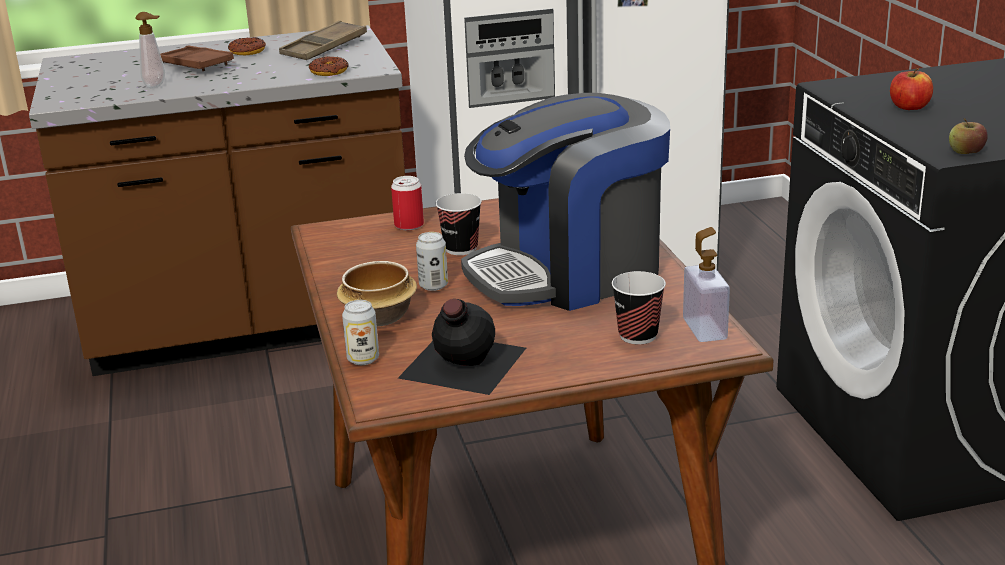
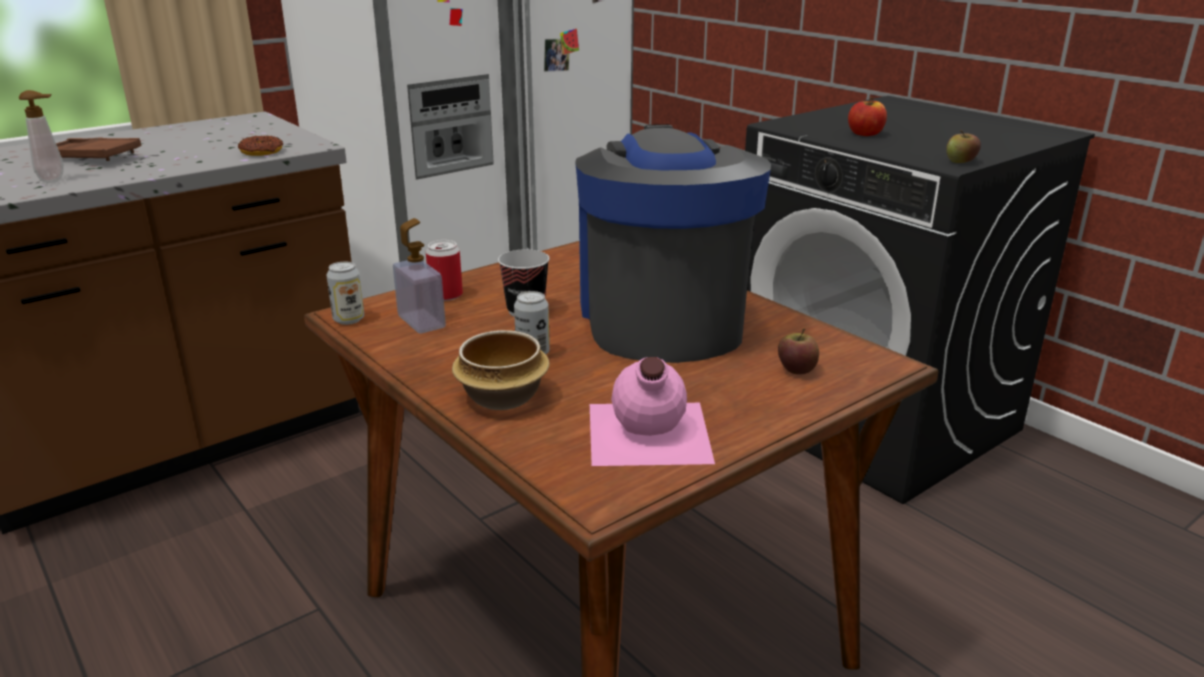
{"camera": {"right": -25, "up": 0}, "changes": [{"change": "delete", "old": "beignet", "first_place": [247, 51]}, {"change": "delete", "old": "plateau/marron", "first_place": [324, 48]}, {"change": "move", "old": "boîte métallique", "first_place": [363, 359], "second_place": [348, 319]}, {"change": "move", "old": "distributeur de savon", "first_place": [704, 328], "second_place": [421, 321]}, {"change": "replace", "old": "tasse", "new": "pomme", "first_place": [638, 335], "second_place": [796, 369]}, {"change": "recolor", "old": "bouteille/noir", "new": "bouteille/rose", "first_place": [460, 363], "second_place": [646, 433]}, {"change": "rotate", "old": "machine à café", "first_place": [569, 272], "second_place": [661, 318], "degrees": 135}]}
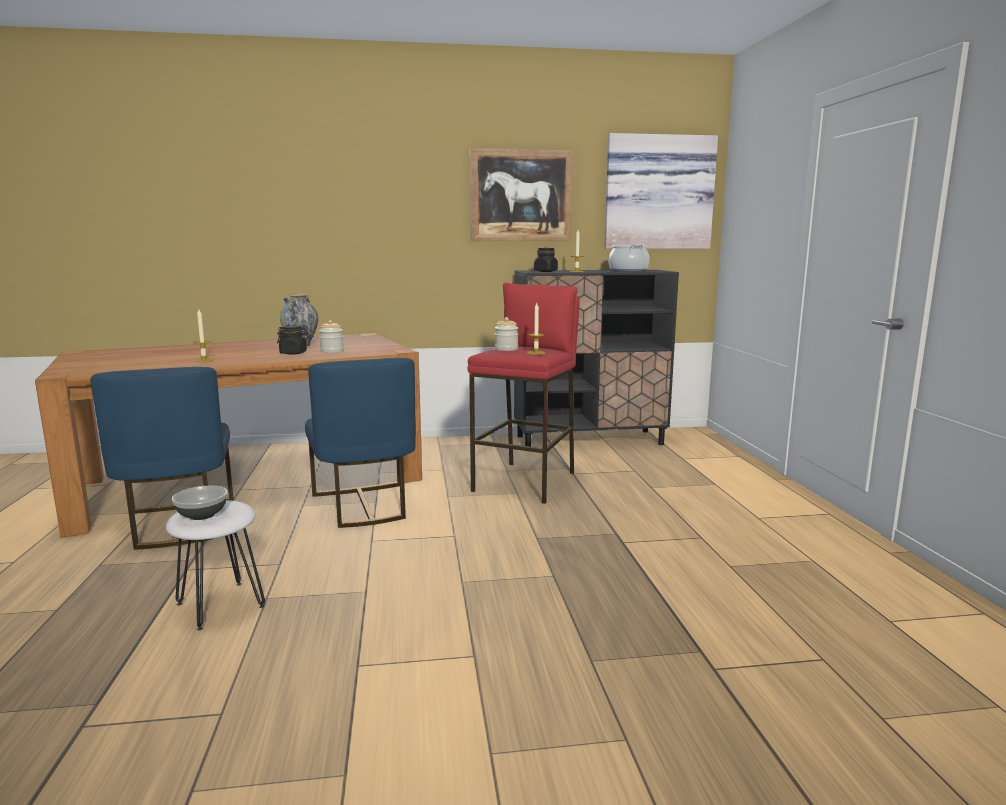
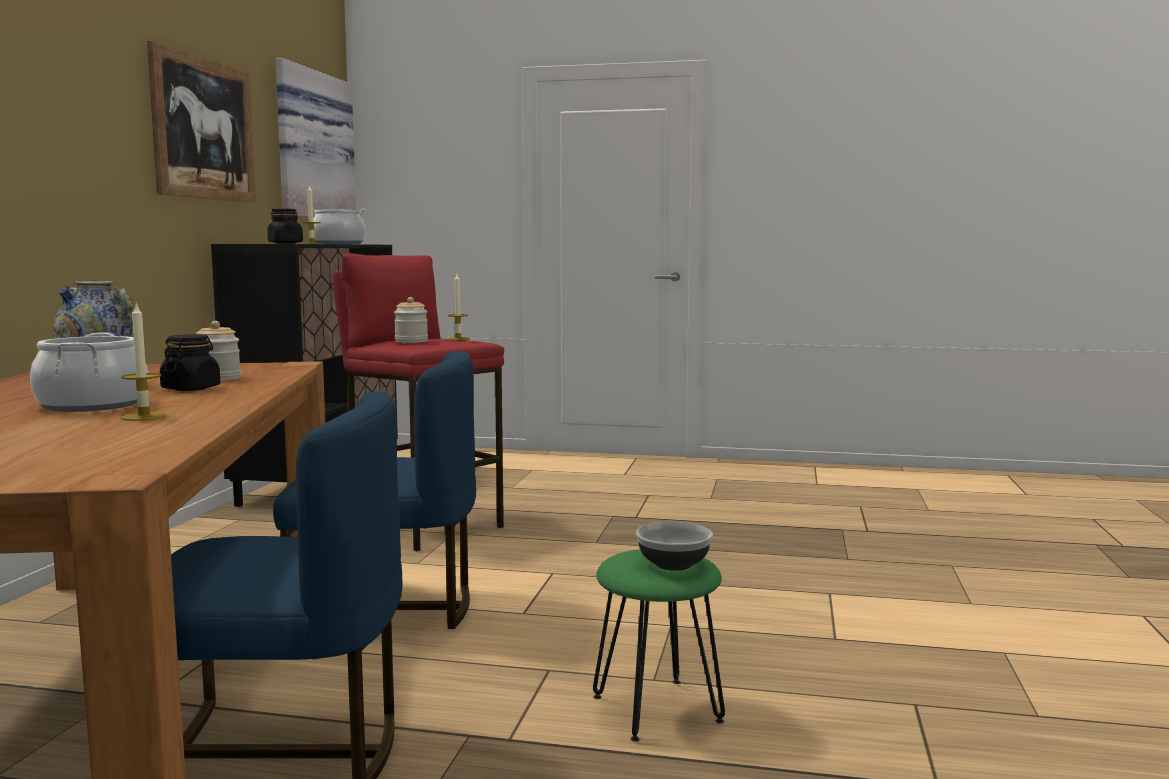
{"camera": {"right": -70, "up": -5}, "changes": [{"change": "insert", "new": "marmite", "second_place": [93, 405]}, {"change": "recolor", "old": "tabouret/blanc", "new": "tabouret/vert", "first_place": [221, 604], "second_place": [656, 708]}]}
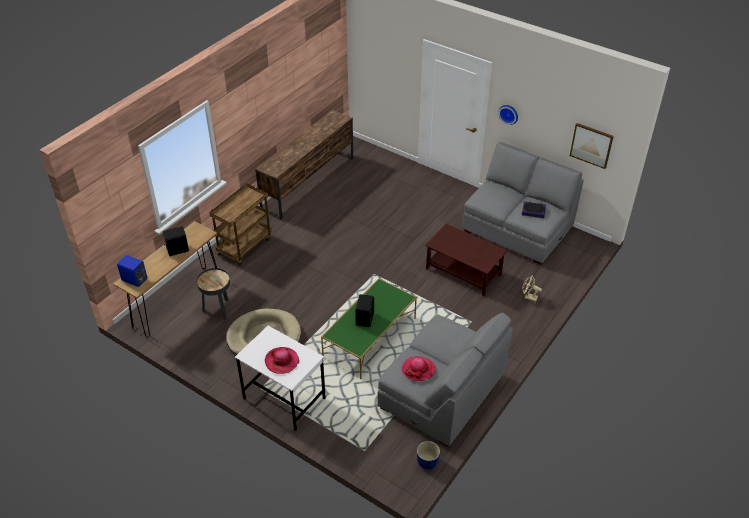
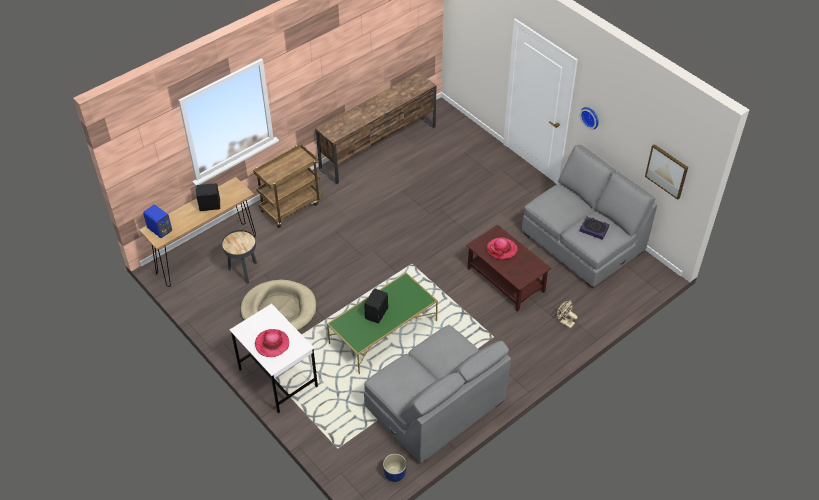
{"camera": {"right": 15, "up": 5}, "changes": [{"change": "move", "old": "chapeau", "first_place": [418, 369], "second_place": [502, 249]}]}
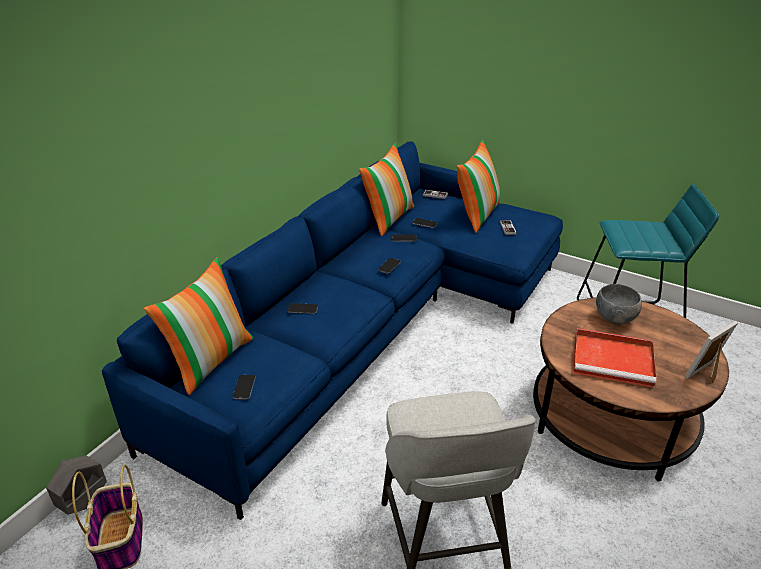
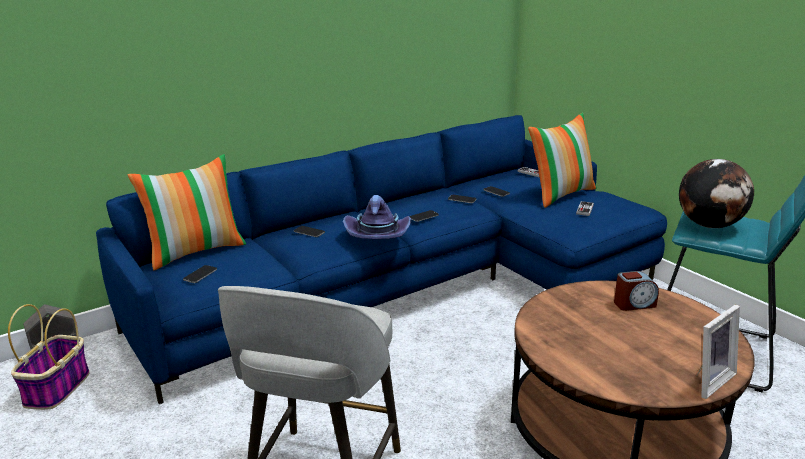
{"camera": {"right": 25, "up": -10}, "changes": [{"change": "delete", "old": "coussin", "first_place": [388, 218]}, {"change": "delete", "old": "plateau/rouge", "first_place": [614, 360]}, {"change": "insert", "new": "chapeau/violet", "second_place": [377, 236]}, {"change": "insert", "new": "globe", "second_place": [710, 225]}, {"change": "replace", "old": "bol/gris", "new": "réveil", "first_place": [614, 318], "second_place": [634, 304]}, {"change": "rotate", "old": "cadre photo", "first_place": [707, 374], "second_place": [707, 380], "degrees": 150}]}
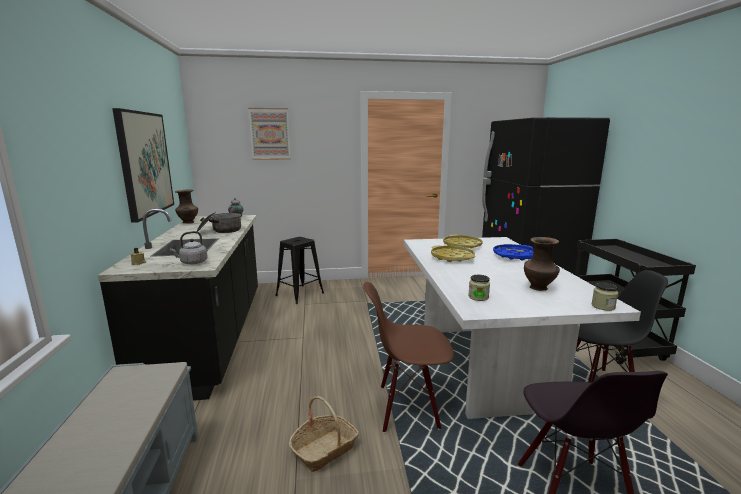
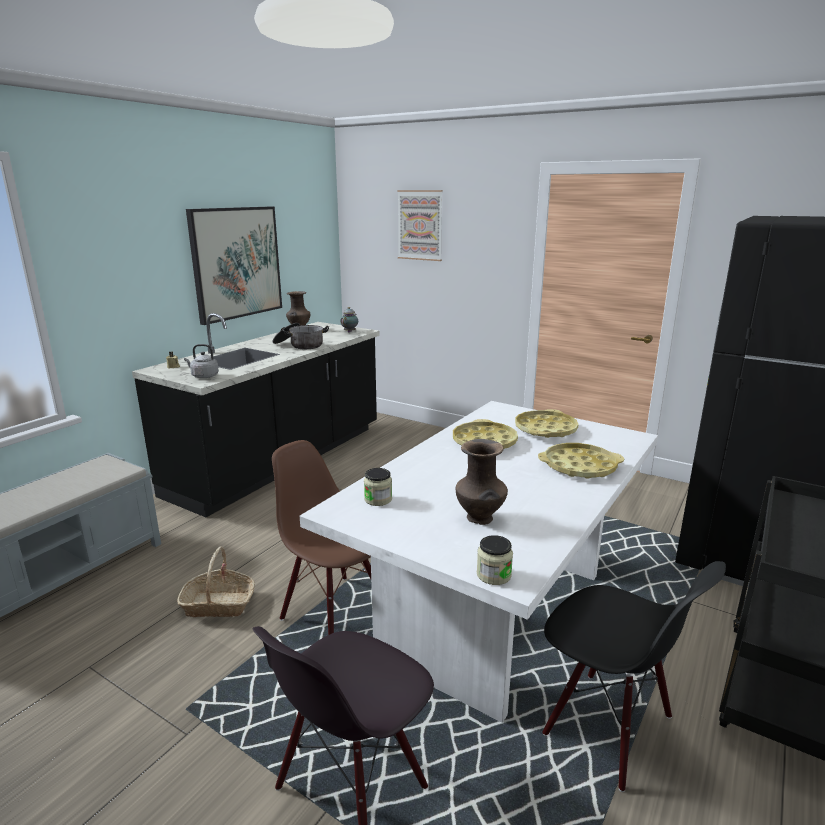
{"camera": {"right": 40, "up": 5}, "changes": [{"change": "delete", "old": "tabouret/noir", "first_place": [300, 294]}, {"change": "recolor", "old": "plateau/bleu", "new": "plateau/jaune", "first_place": [514, 256], "second_place": [579, 466]}]}
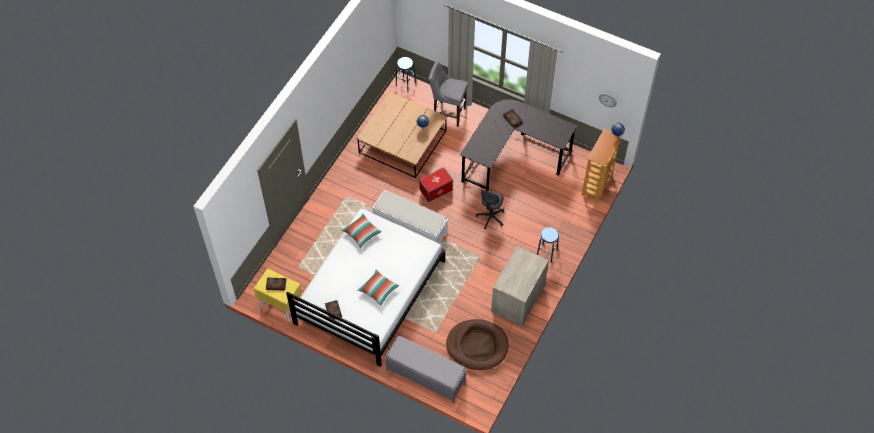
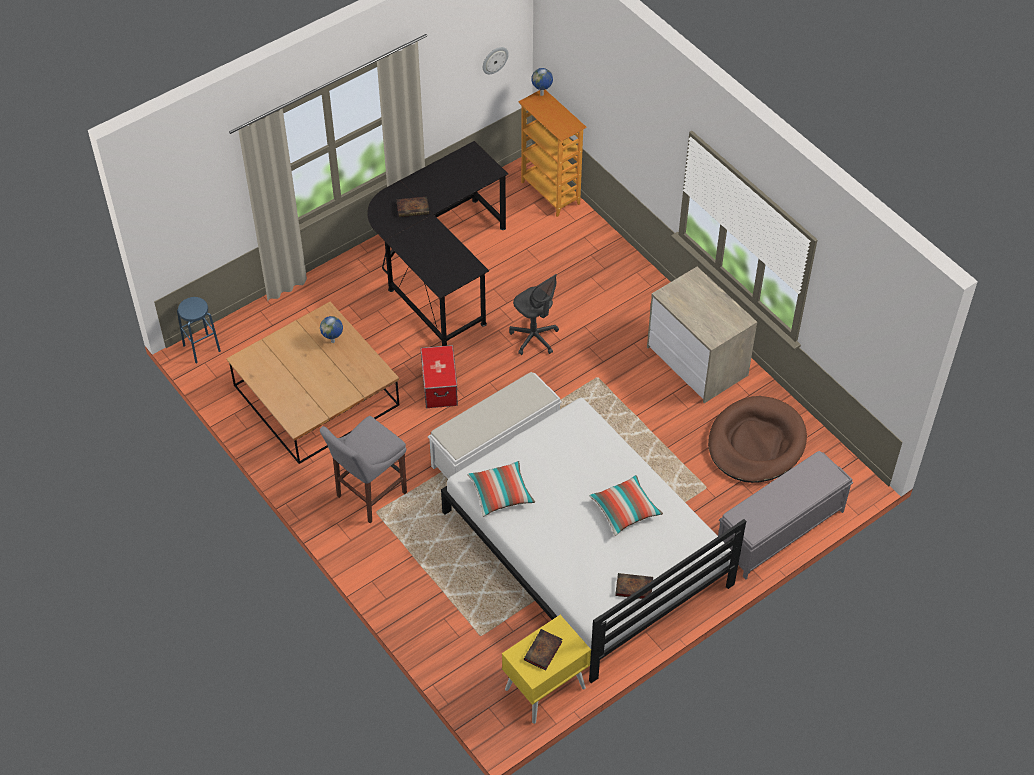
{"camera": {"right": -65, "up": -5}, "changes": [{"change": "delete", "old": "tabouret/bleu", "first_place": [547, 253]}, {"change": "move", "old": "tabouret/gris", "first_place": [447, 113], "second_place": [368, 496]}]}
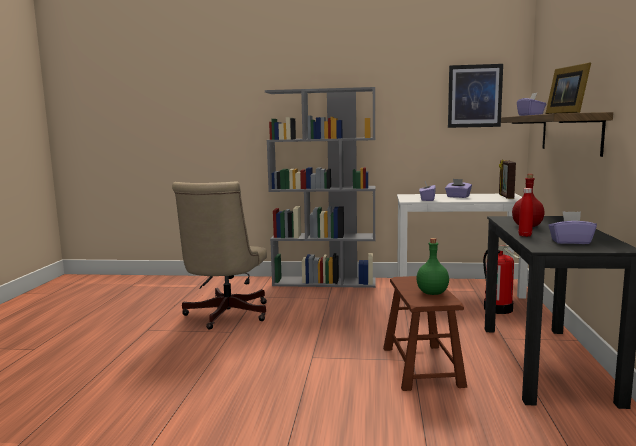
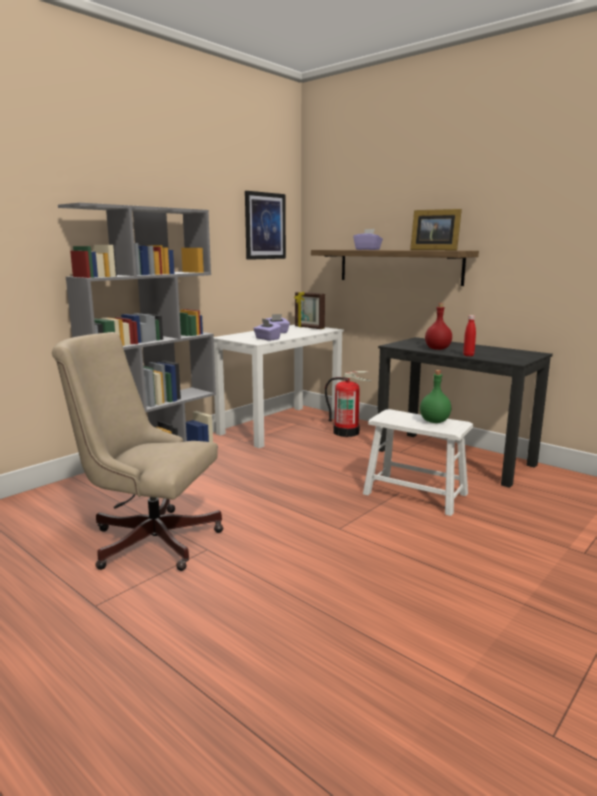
{"camera": {"right": -55, "up": 5}, "changes": [{"change": "delete", "old": "boîte à mouchoirs/violet", "first_place": [570, 242]}, {"change": "recolor", "old": "tabouret/marron", "new": "tabouret/blanc", "first_place": [421, 366], "second_place": [415, 494]}, {"change": "rotate", "old": "chaise de bureau/beige", "first_place": [225, 315], "second_place": [148, 539], "degrees": 150}]}
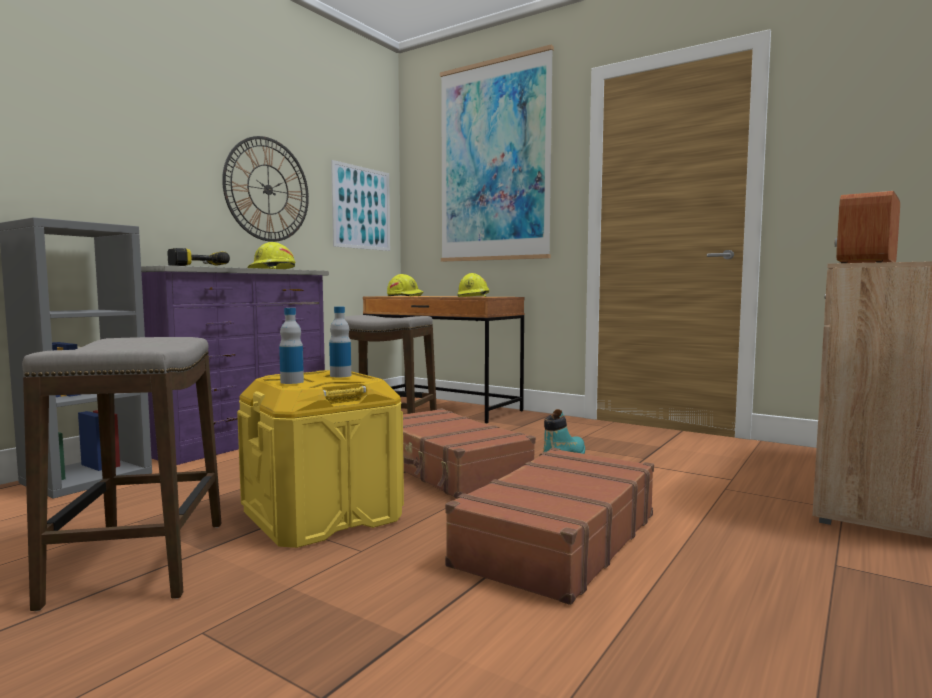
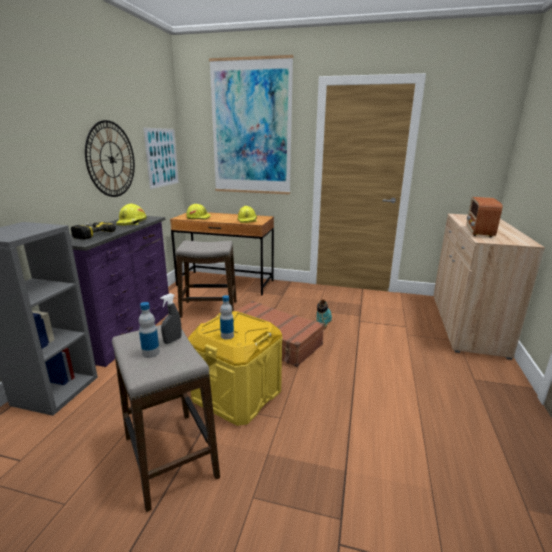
{"camera": {"right": -20, "up": 15}, "changes": [{"change": "delete", "old": "valise/marron", "first_place": [557, 539]}, {"change": "insert", "new": "vaporisateur/gris", "second_place": [172, 340]}, {"change": "move", "old": "bouteille", "first_place": [340, 375], "second_place": [151, 353]}]}
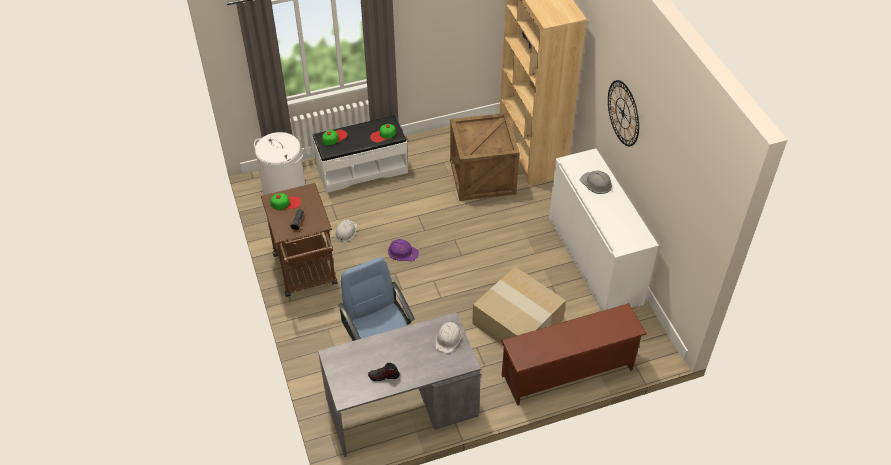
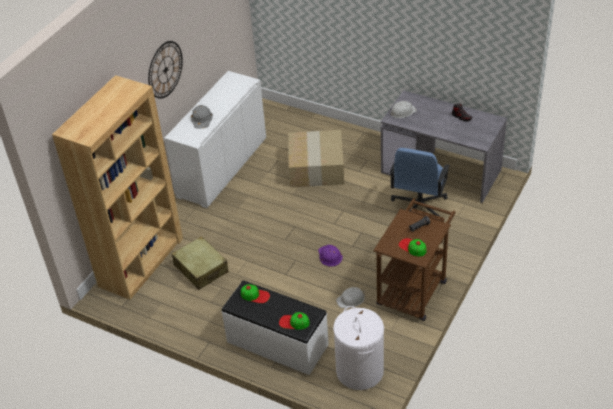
{"camera": {"right": -130, "up": -5}, "changes": [{"change": "delete", "old": "étagère à chaussures/marron", "first_place": [568, 373]}, {"change": "replace", "old": "caisse", "new": "valise/beige", "first_place": [483, 176], "second_place": [201, 269]}]}
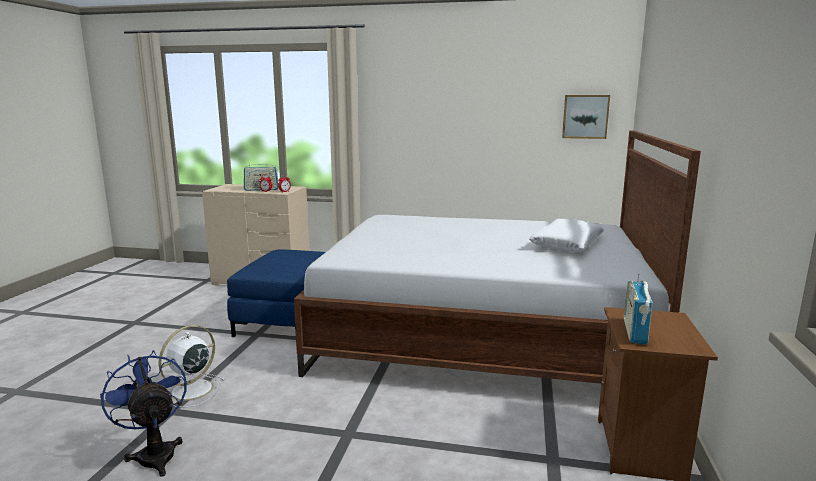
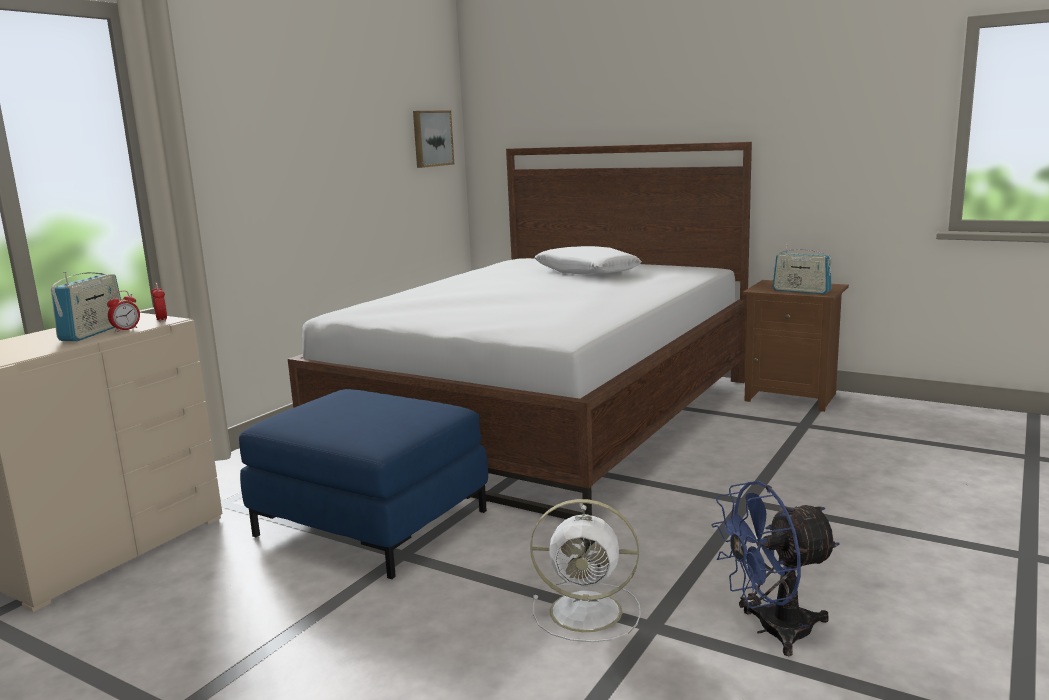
{"camera": {"right": -70, "up": 0}, "changes": [{"change": "rotate", "old": "ventilateur/blanc", "first_place": [190, 391], "second_place": [589, 612], "degrees": -45}]}
